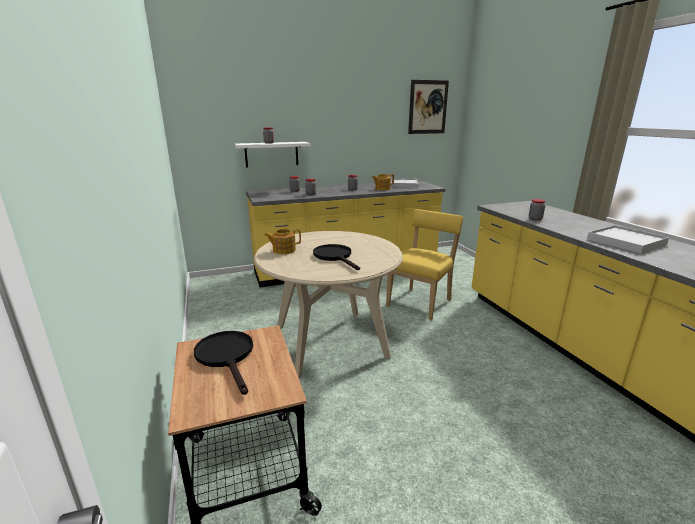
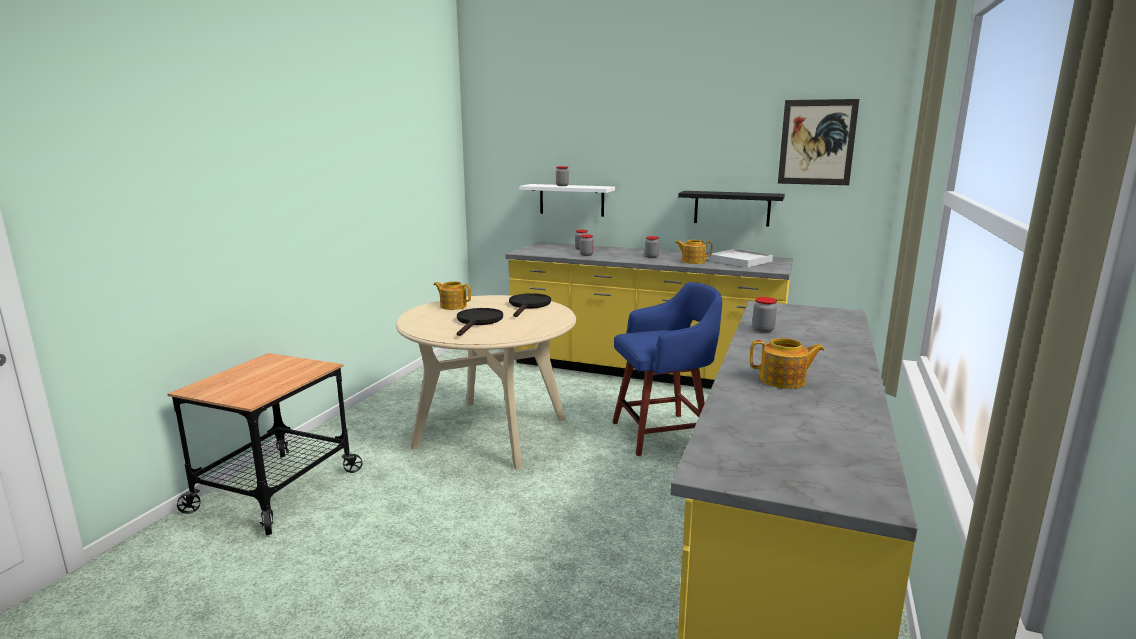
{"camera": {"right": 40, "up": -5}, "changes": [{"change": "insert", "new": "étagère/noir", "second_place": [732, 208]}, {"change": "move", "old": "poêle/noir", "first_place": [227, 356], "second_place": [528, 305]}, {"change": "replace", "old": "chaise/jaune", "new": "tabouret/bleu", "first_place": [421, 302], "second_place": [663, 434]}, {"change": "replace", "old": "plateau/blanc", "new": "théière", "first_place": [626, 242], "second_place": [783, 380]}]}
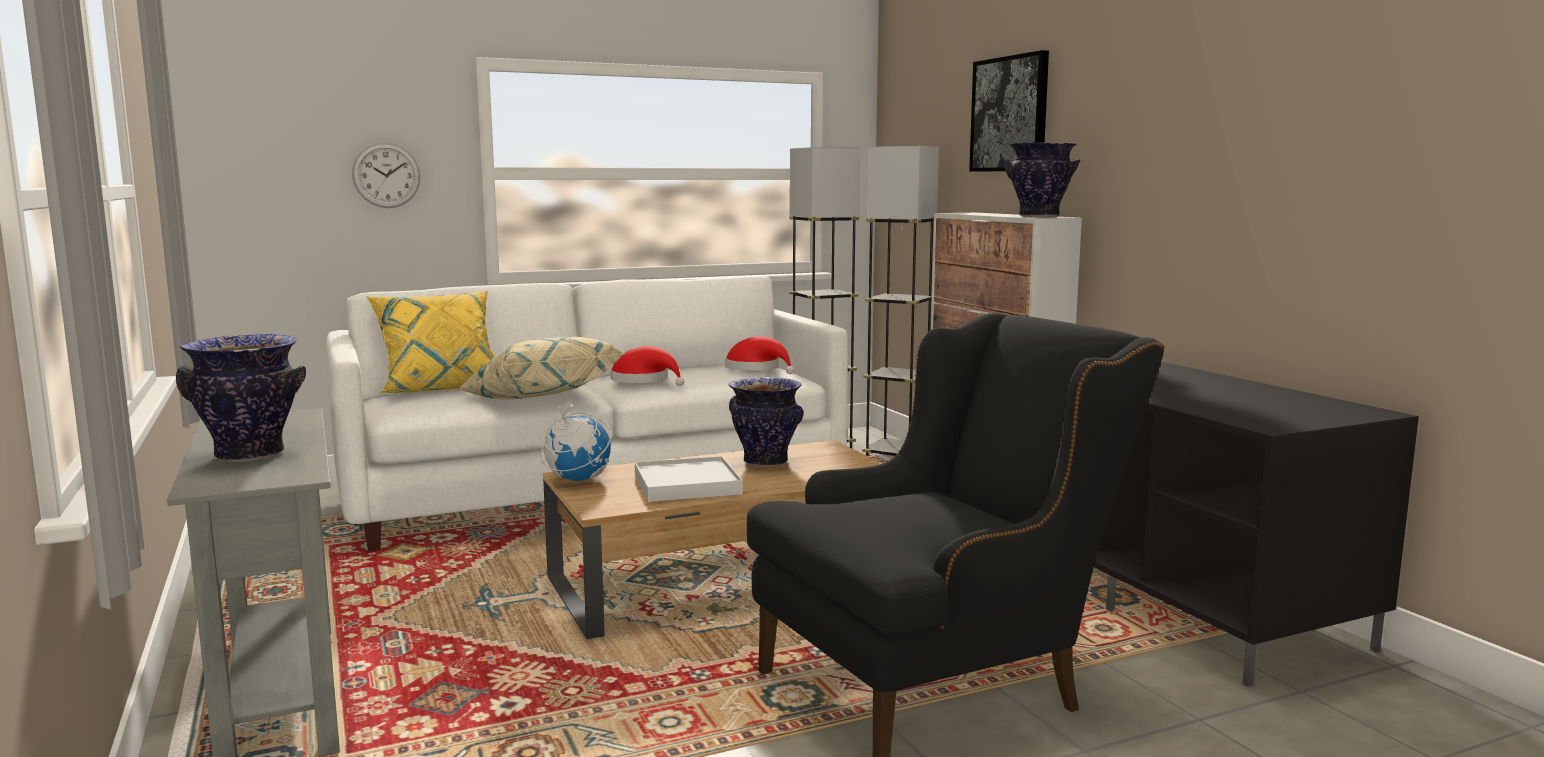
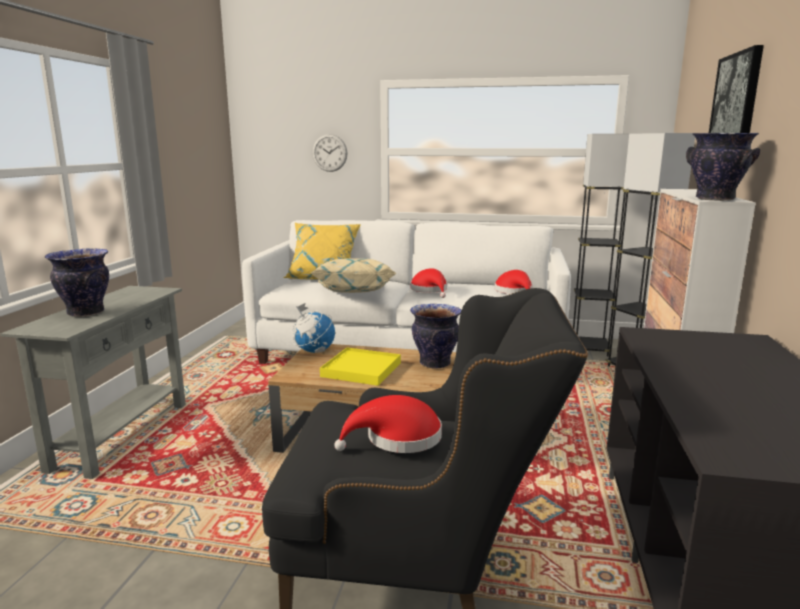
{"camera": {"right": 35, "up": 5}, "changes": [{"change": "insert", "new": "chapeau/rouge", "second_place": [398, 438]}, {"change": "recolor", "old": "plateau/blanc", "new": "plateau/jaune", "first_place": [687, 484], "second_place": [361, 369]}]}
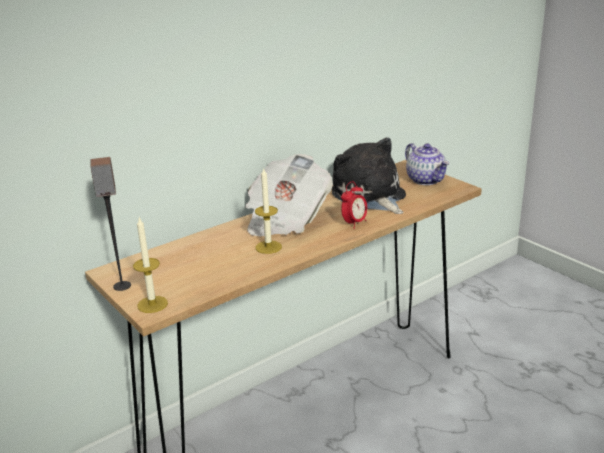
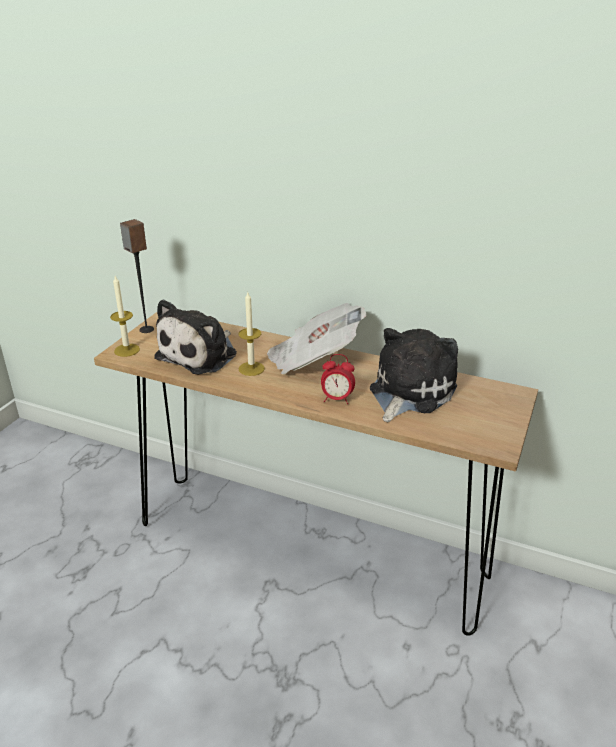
{"camera": {"right": 60, "up": 5}, "changes": [{"change": "delete", "old": "théière", "first_place": [426, 180]}, {"change": "insert", "new": "peluche", "second_place": [200, 354]}]}
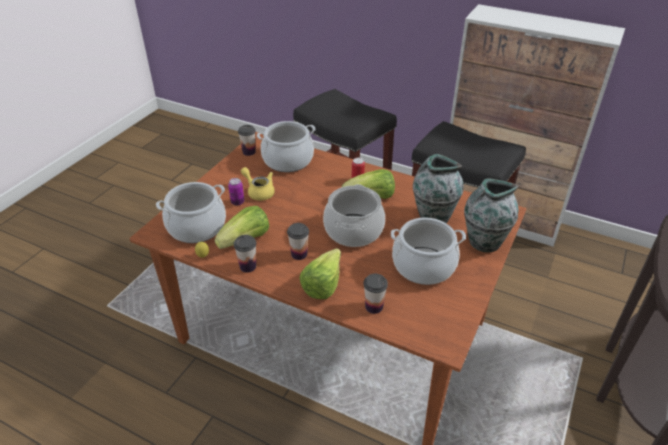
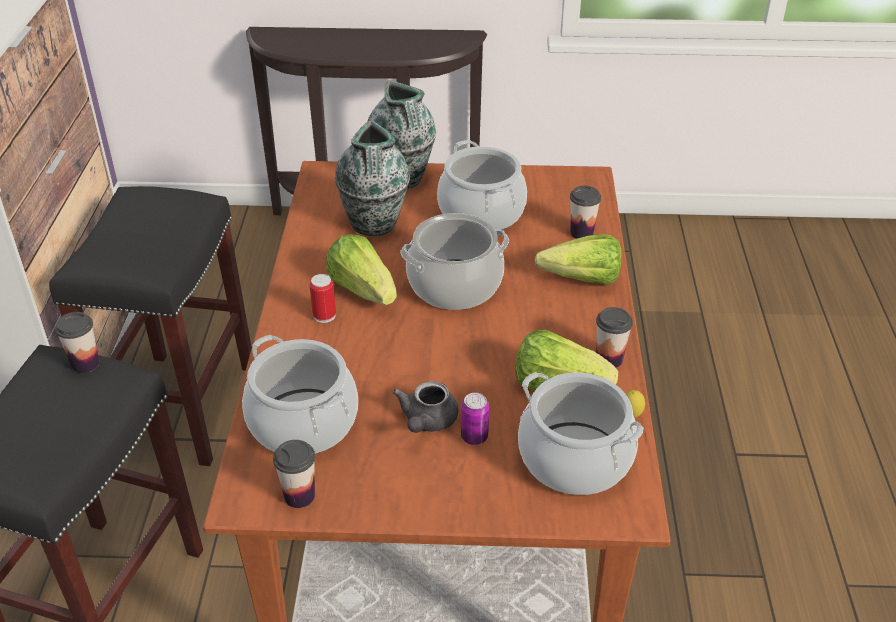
{"camera": {"right": -115, "up": 0}, "changes": [{"change": "move", "old": "tasse", "first_place": [299, 254], "second_place": [85, 364]}, {"change": "recolor", "old": "théière/jaune", "new": "théière/gris", "first_place": [259, 192], "second_place": [427, 422]}]}
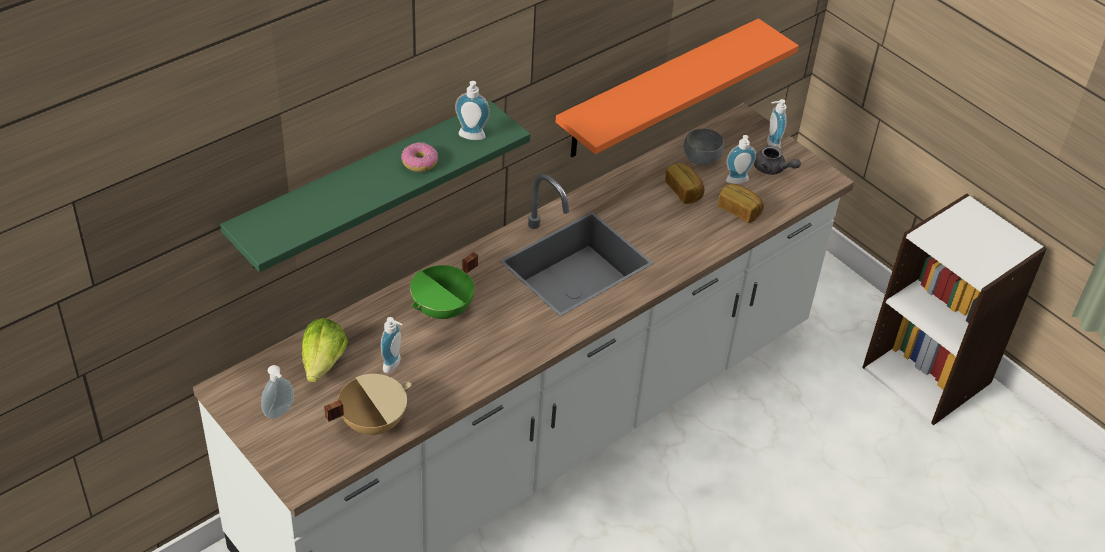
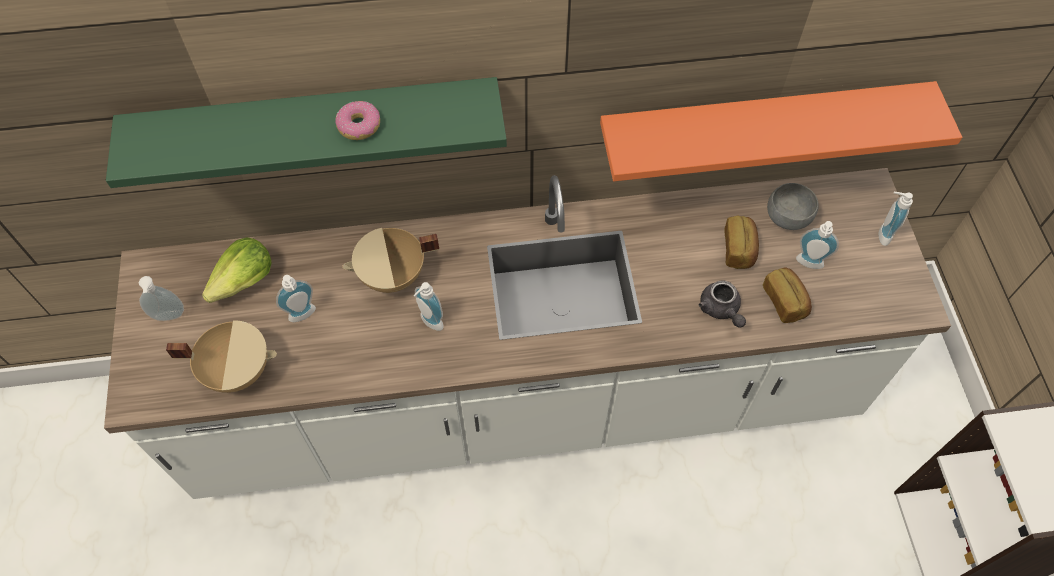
{"camera": {"right": 35, "up": 15}, "changes": [{"change": "move", "old": "distributeur de savon", "first_place": [471, 137], "second_place": [429, 323]}, {"change": "move", "old": "théière/gris", "first_place": [772, 169], "second_place": [721, 310]}, {"change": "recolor", "old": "marmite/vert", "new": "marmite/beige", "first_place": [443, 310], "second_place": [393, 276]}]}
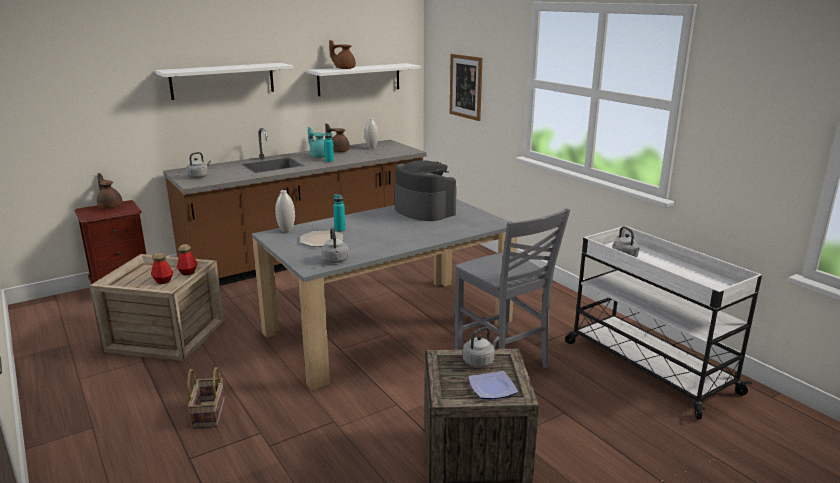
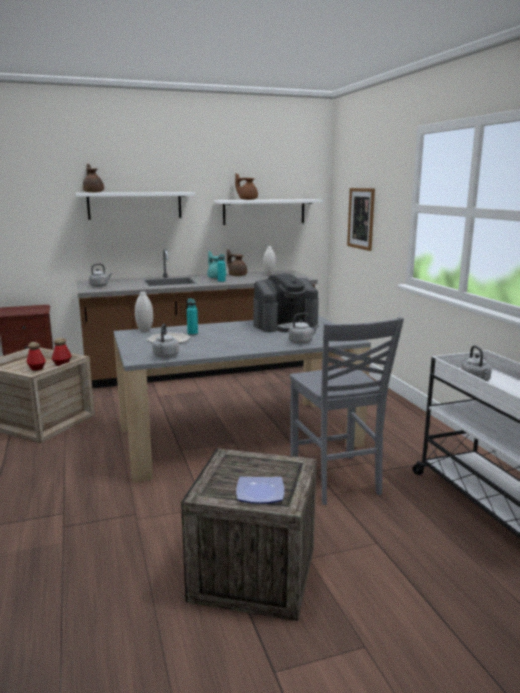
{"camera": {"right": 15, "up": -5}, "changes": [{"change": "delete", "old": "panier", "first_place": [208, 413]}, {"change": "move", "old": "théière/marron", "first_place": [110, 206], "second_place": [93, 192]}, {"change": "move", "old": "bouilloire/gris", "first_place": [479, 361], "second_place": [302, 341]}, {"change": "rotate", "old": "machine à café", "first_place": [424, 210], "second_place": [285, 325], "degrees": 90}]}
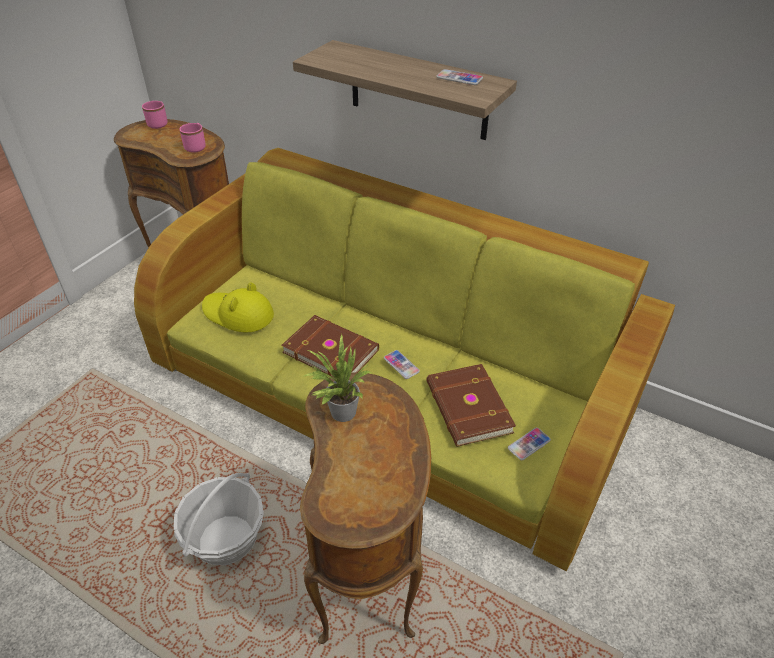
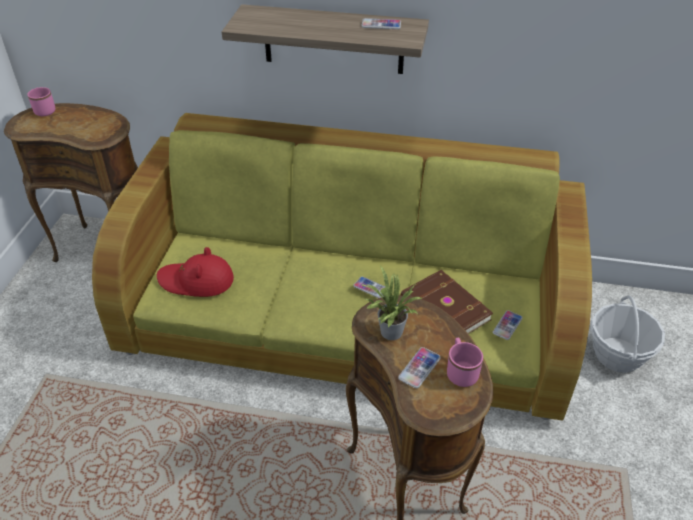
{"camera": {"right": -20, "up": 0}, "changes": [{"change": "delete", "old": "livre/marron", "first_place": [331, 350]}, {"change": "insert", "new": "téléphone", "second_place": [419, 368]}, {"change": "move", "old": "panier", "first_place": [226, 540], "second_place": [617, 355]}, {"change": "move", "old": "mug/rose", "first_place": [196, 146], "second_place": [460, 371]}, {"change": "recolor", "old": "chapeau/jaune", "new": "chapeau/rouge", "first_place": [238, 314], "second_place": [196, 281]}]}
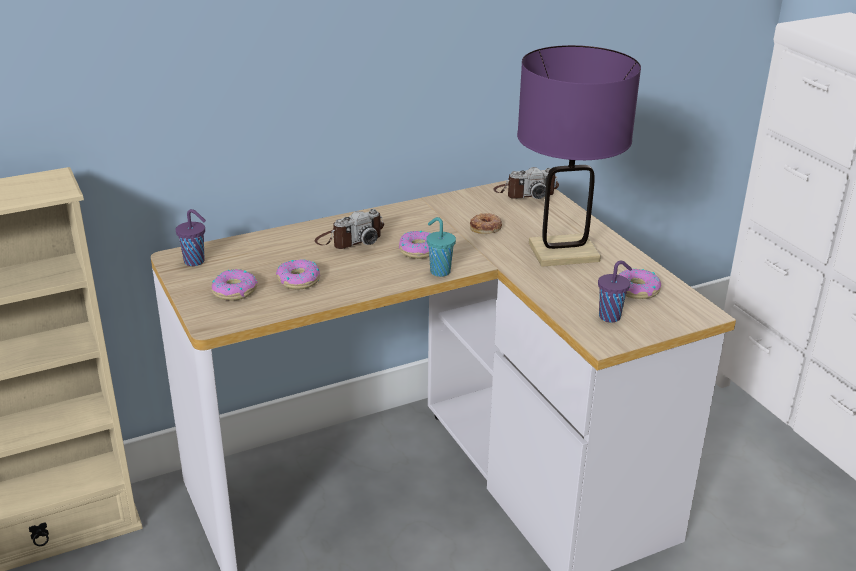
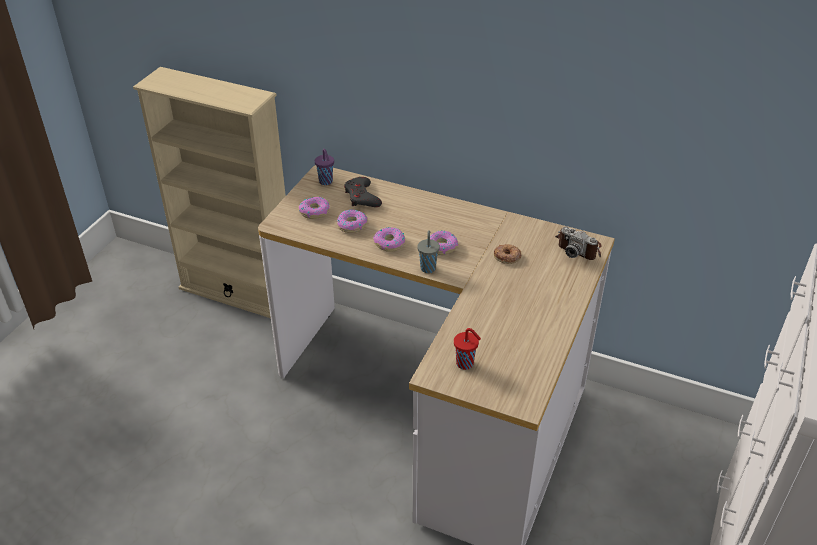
{"camera": {"right": 50, "up": 10}, "changes": [{"change": "delete", "old": "appareil photo", "first_place": [350, 239]}, {"change": "delete", "old": "lampe de table/violet", "first_place": [563, 252]}, {"change": "insert", "new": "manette/gris", "second_place": [362, 197]}, {"change": "move", "old": "beignet", "first_place": [636, 290], "second_place": [389, 243]}, {"change": "recolor", "old": "tasse/turquoise", "new": "tasse/gris", "first_place": [439, 271], "second_place": [428, 267]}, {"change": "recolor", "old": "tasse/violet", "new": "tasse/rouge", "first_place": [611, 316], "second_place": [466, 364]}]}
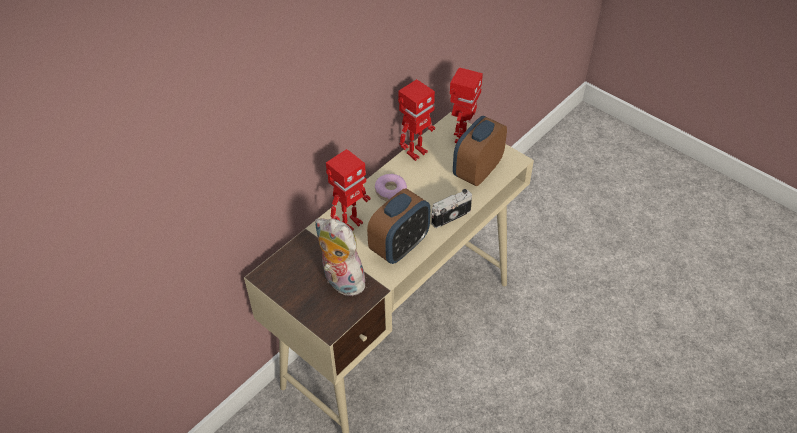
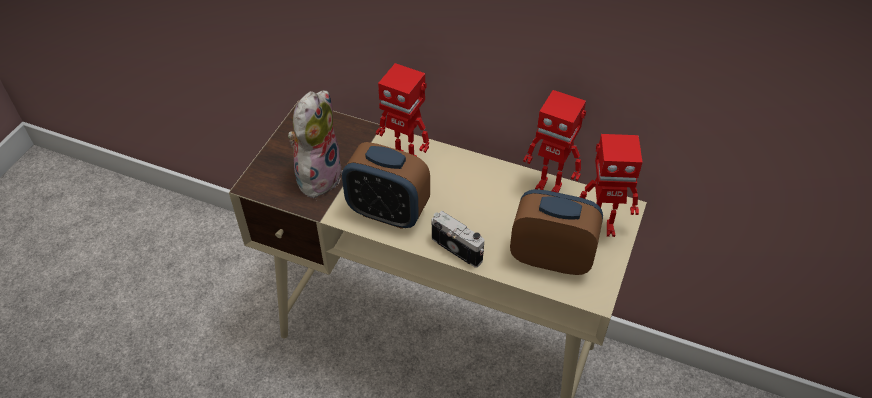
{"camera": {"right": 70, "up": 0}, "changes": [{"change": "delete", "old": "beignet", "first_place": [390, 191]}]}
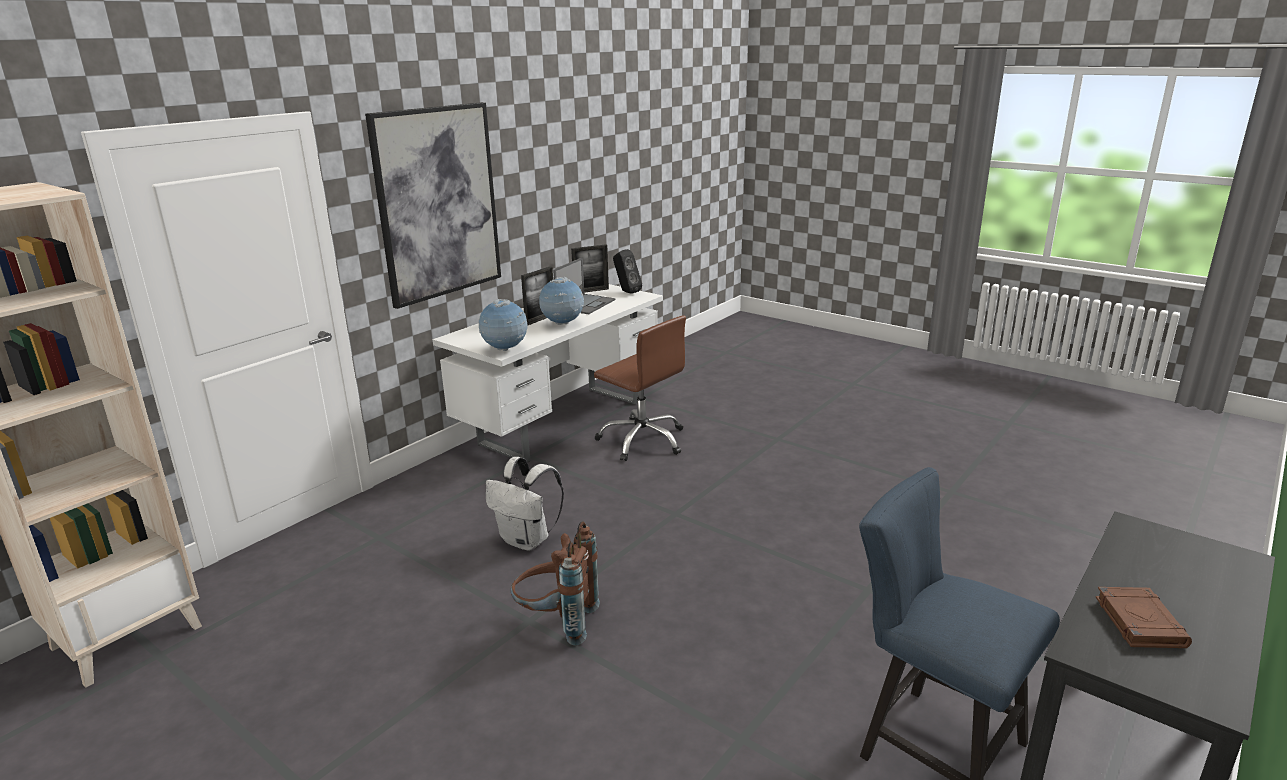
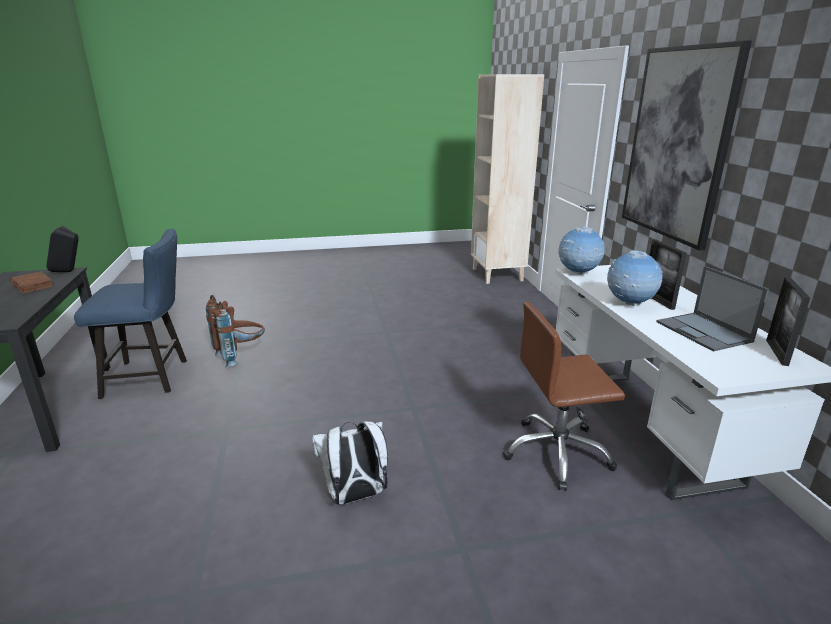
{"camera": {"right": 130, "up": 0}, "changes": [{"change": "move", "old": "sac à dos/blanc", "first_place": [527, 540], "second_place": [355, 496]}, {"change": "move", "old": "sac à dos/marron", "first_place": [557, 623], "second_place": [241, 356]}, {"change": "move", "old": "enceinte/noir", "first_place": [626, 292], "second_place": [69, 271]}]}
